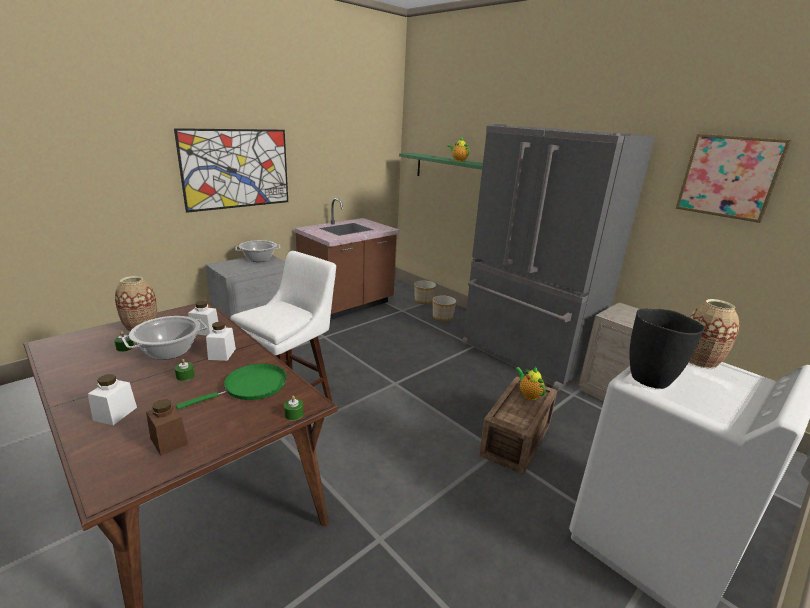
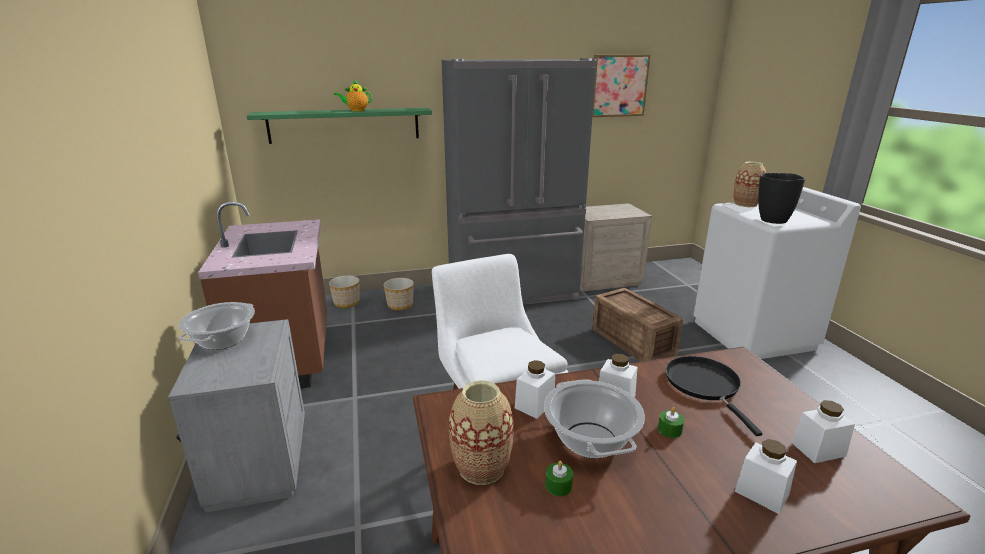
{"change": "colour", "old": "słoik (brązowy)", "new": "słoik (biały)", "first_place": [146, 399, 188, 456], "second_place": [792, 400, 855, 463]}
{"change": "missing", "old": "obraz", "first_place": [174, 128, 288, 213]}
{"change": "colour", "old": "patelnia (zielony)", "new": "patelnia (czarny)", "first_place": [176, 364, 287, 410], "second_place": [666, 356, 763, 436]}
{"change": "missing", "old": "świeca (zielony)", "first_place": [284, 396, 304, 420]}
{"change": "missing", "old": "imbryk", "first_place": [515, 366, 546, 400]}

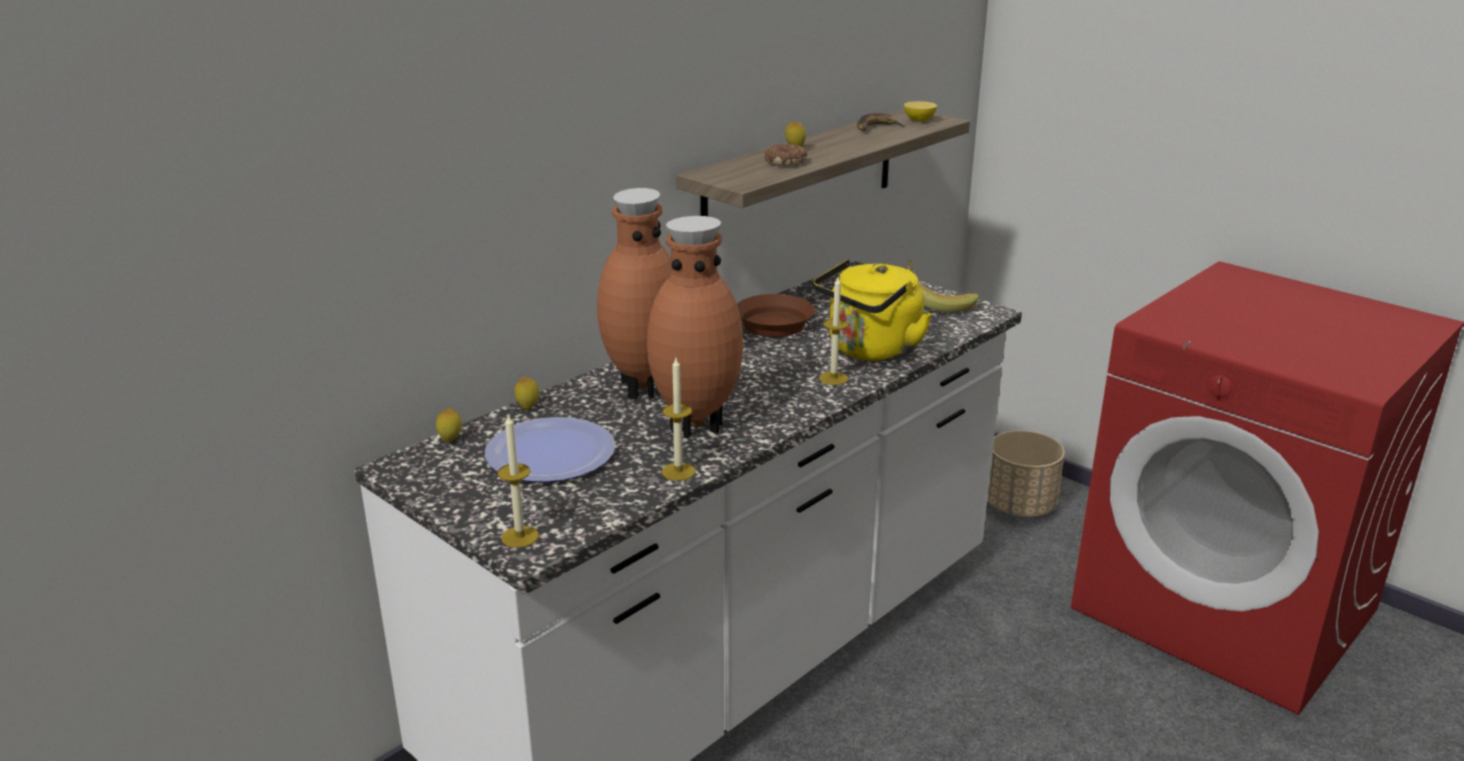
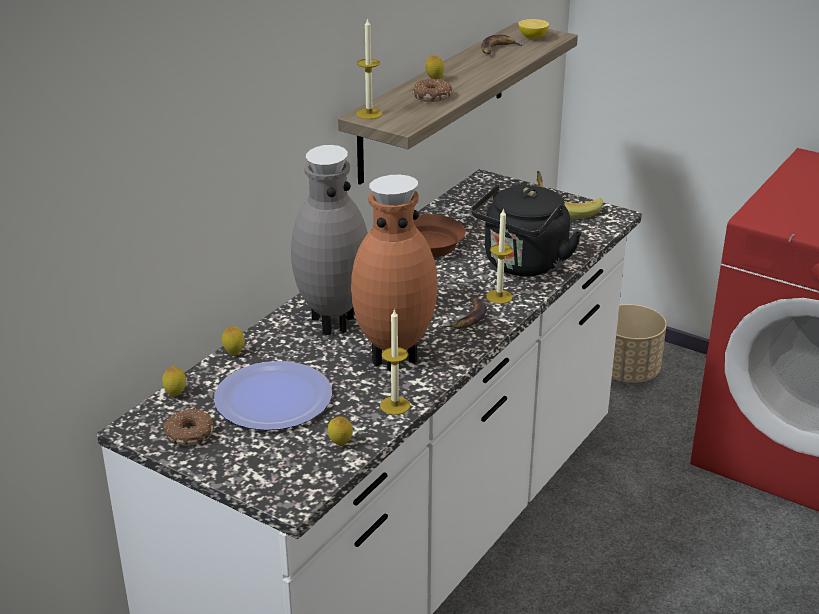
{"change": "relocated", "old": "świeca", "first_place": [497, 413, 539, 548], "second_place": [356, 17, 382, 119]}
{"change": "colour", "old": "wazon (brązowy)", "new": "wazon (szary)", "first_place": [597, 188, 671, 399], "second_place": [291, 145, 368, 335]}
{"change": "colour", "old": "czajnik (żółty)", "new": "czajnik (czarny)", "first_place": [813, 259, 932, 362], "second_place": [471, 184, 582, 276]}
{"change": "appeared", "new": "donut", "second_place": [163, 408, 215, 446]}
{"change": "appeared", "new": "cytryna", "second_place": [327, 417, 353, 446]}
{"change": "appeared", "new": "banan", "second_place": [440, 298, 487, 329]}

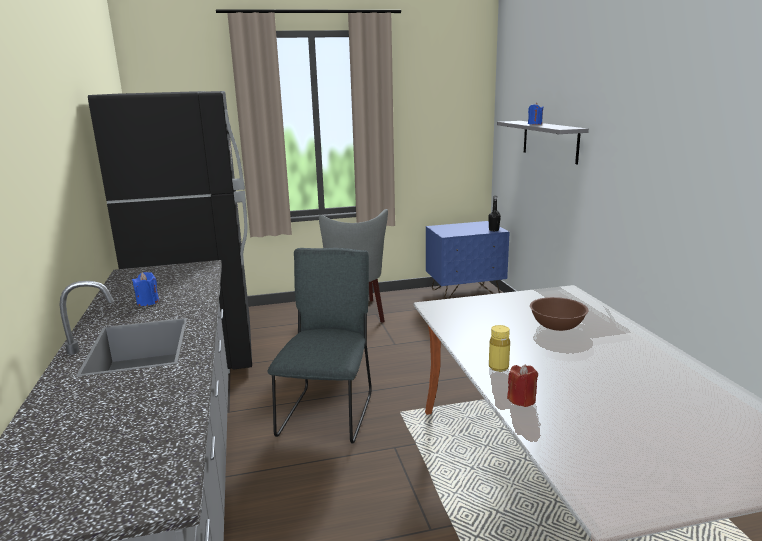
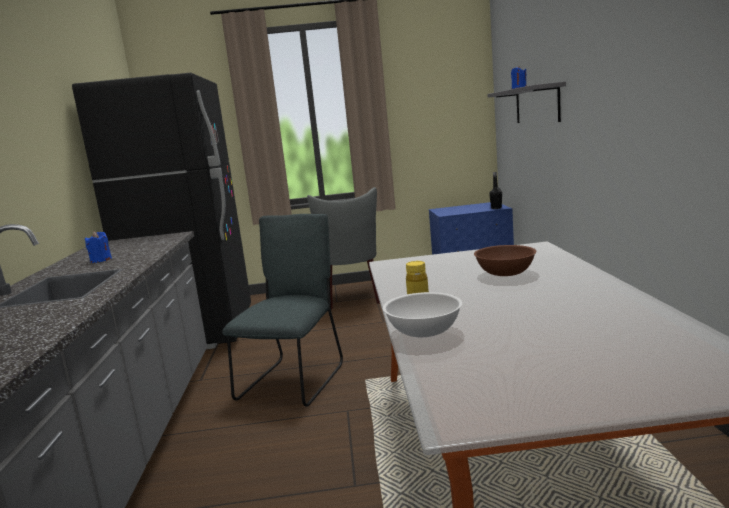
{"change": "exchanged", "old": "świeca (czerwony)", "new": "miska (biały)", "first_place": [507, 364, 538, 407], "second_place": [383, 292, 462, 337]}

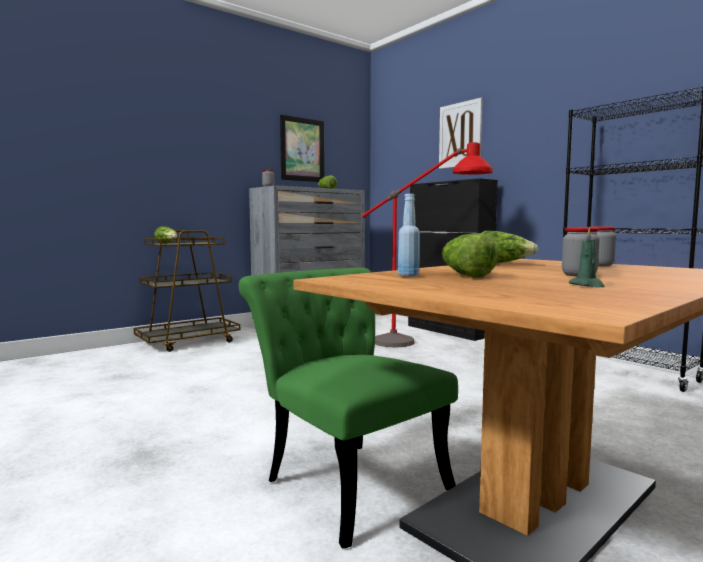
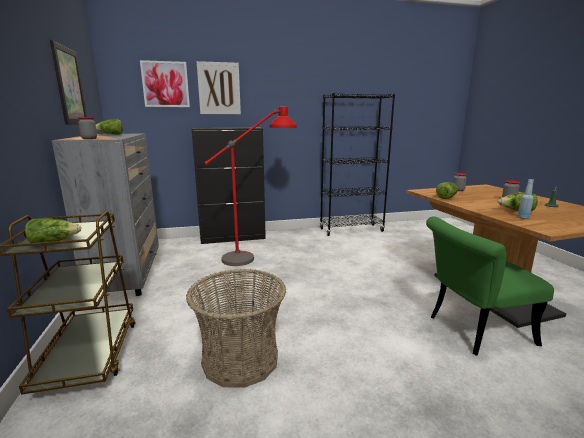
{"change": "appeared", "new": "obraz", "second_place": [140, 60, 190, 107]}
{"change": "appeared", "new": "koszyk", "second_place": [186, 269, 286, 388]}

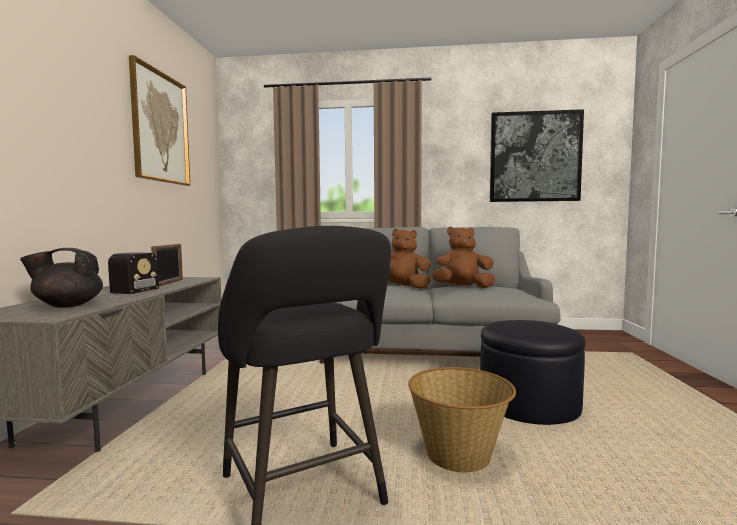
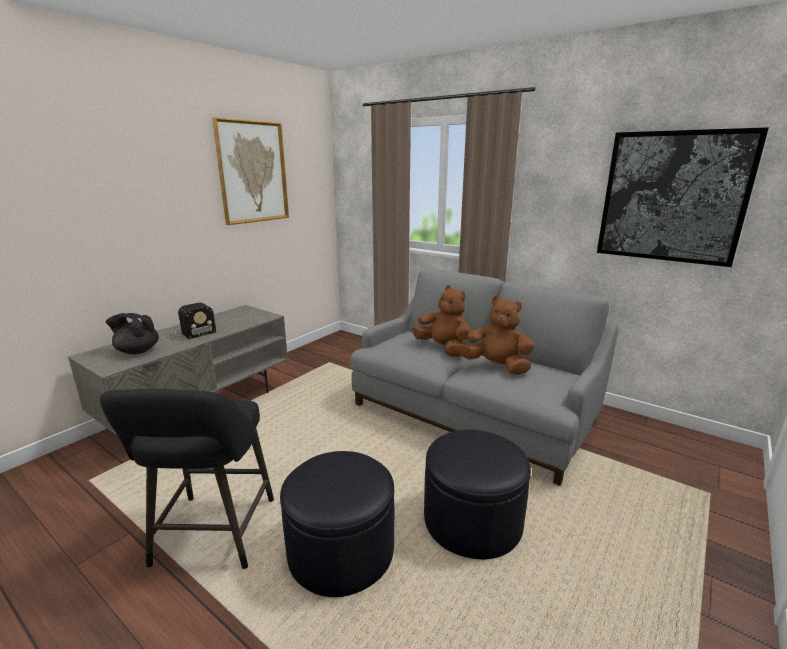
{"change": "missing", "old": "ramka na zdjęcie", "first_place": [151, 244, 183, 286]}
{"change": "exchanged", "old": "koszyk", "new": "pufa (czarny)", "first_place": [408, 367, 516, 472], "second_place": [280, 451, 394, 597]}

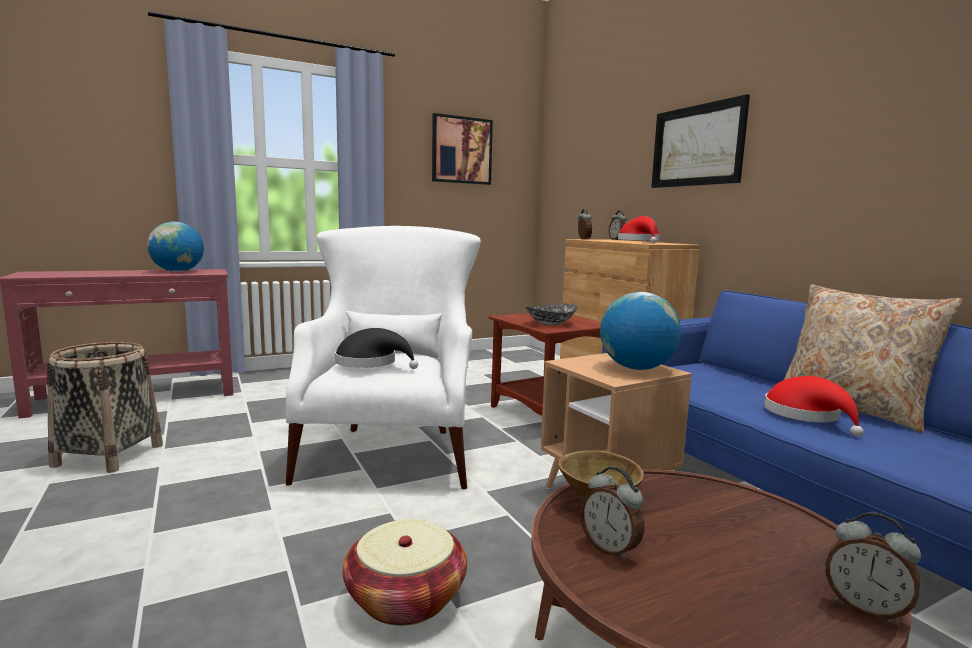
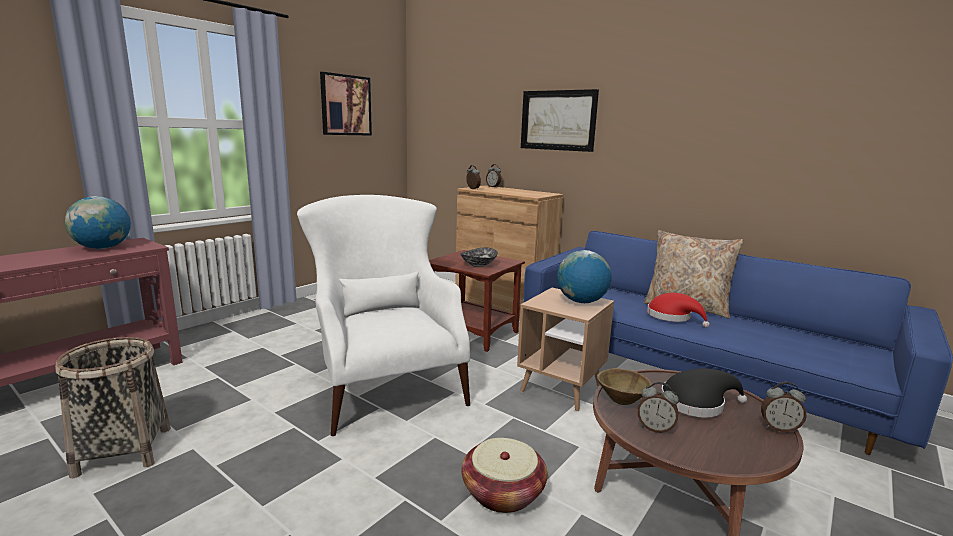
{"change": "relocated", "old": "kapelusz (czarny)", "first_place": [335, 328, 418, 369], "second_place": [661, 368, 747, 418]}
{"change": "missing", "old": "kapelusz (czerwony)", "first_place": [618, 216, 660, 243]}

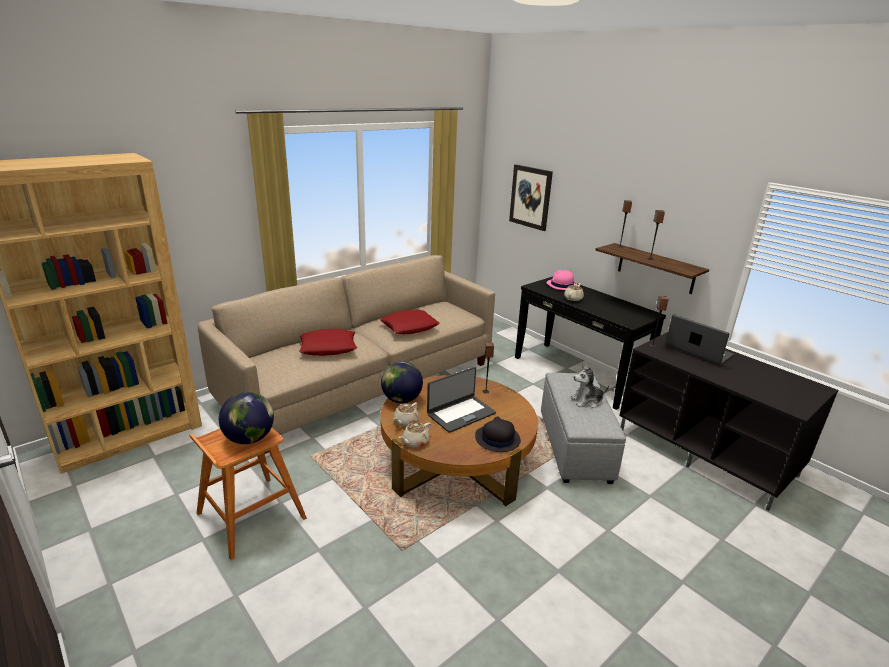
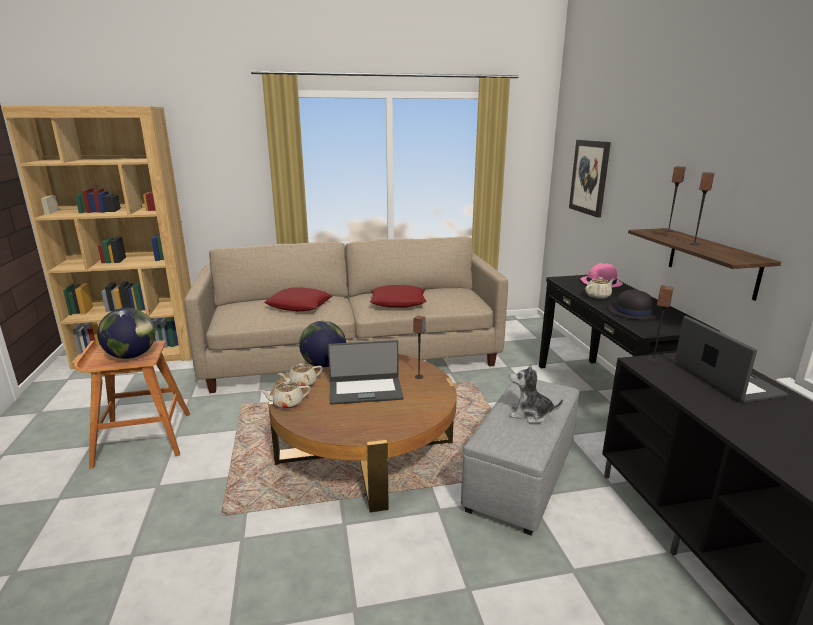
{"change": "relocated", "old": "kapelusz (czarny)", "first_place": [475, 416, 521, 452], "second_place": [608, 289, 659, 320]}

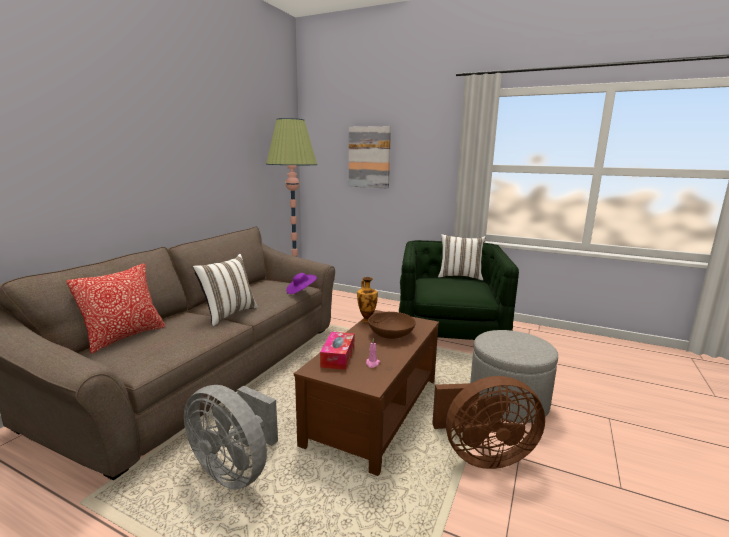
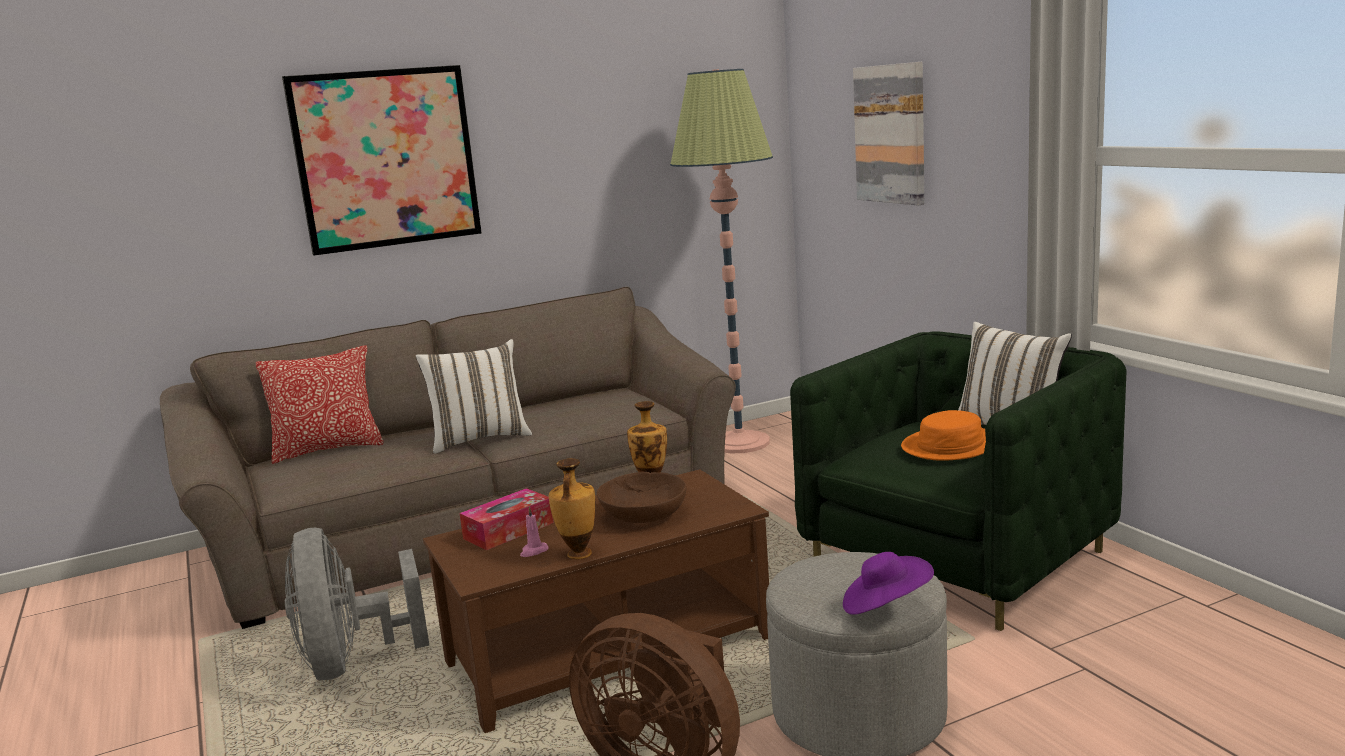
{"change": "relocated", "old": "kapelusz (fioletowy)", "first_place": [286, 273, 317, 294], "second_place": [843, 552, 934, 615]}
{"change": "appeared", "new": "obraz", "second_place": [282, 65, 482, 255]}
{"change": "appeared", "new": "wazon", "second_place": [549, 458, 596, 559]}
{"change": "appeared", "new": "kapelusz (pomarańczowy)", "second_place": [901, 410, 986, 461]}

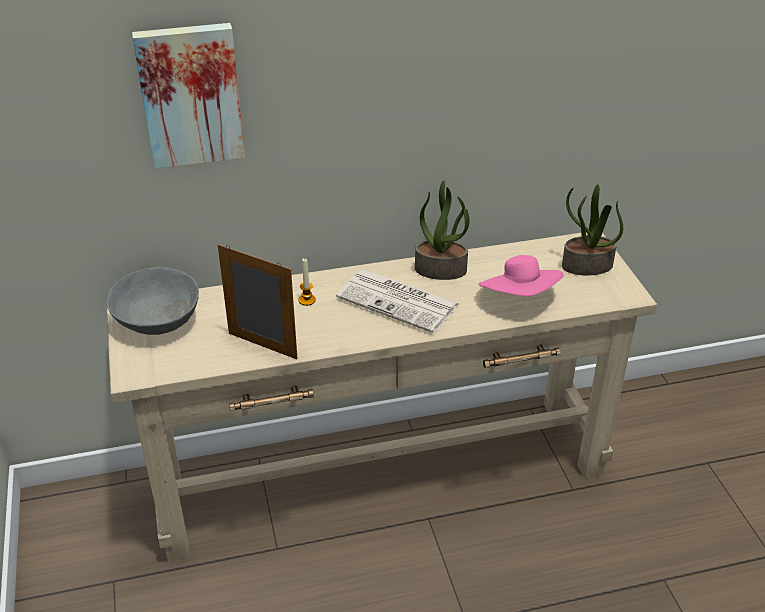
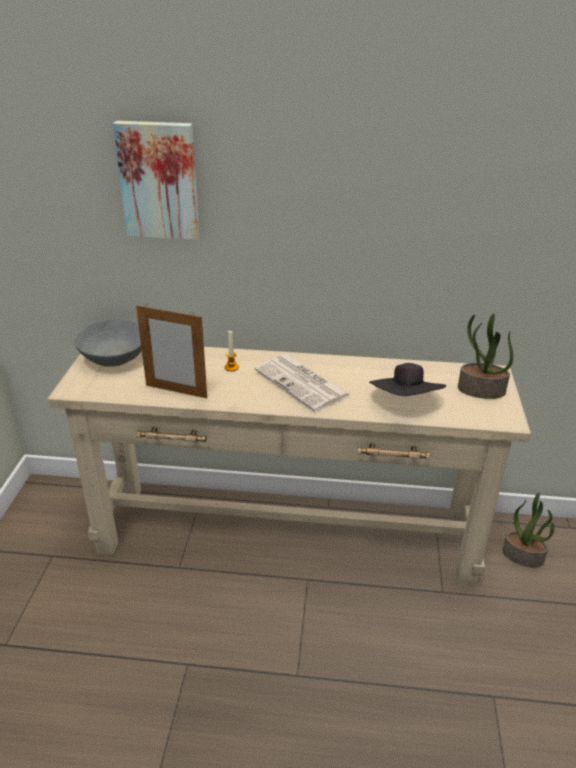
{"change": "spun", "old": "ramka na zdjęcie", "first_place": [218, 244, 298, 359], "second_place": [136, 304, 207, 398], "degrees": 150}
{"change": "relocated", "old": "roślina doniczkowa", "first_place": [415, 180, 469, 280], "second_place": [502, 492, 554, 568]}
{"change": "colour", "old": "kapelusz (różowy)", "new": "kapelusz (czarny)", "first_place": [479, 255, 564, 296], "second_place": [369, 363, 446, 396]}

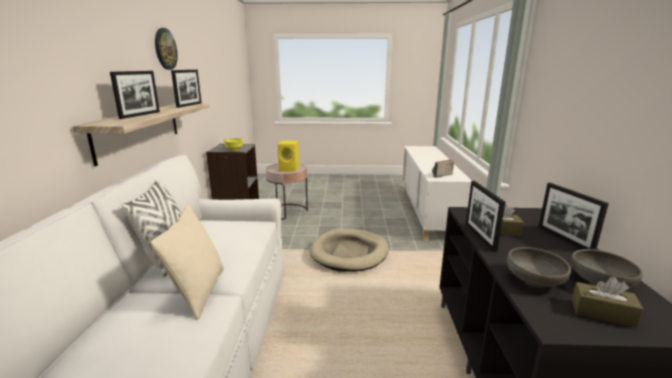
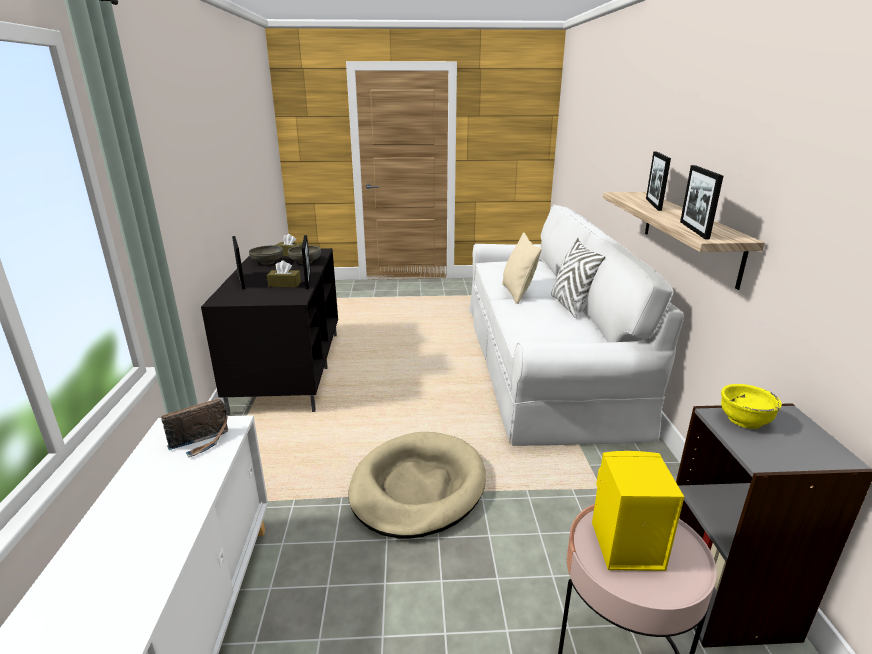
{"change": "missing", "old": "zegar ścienny", "first_place": [155, 28, 177, 70]}

